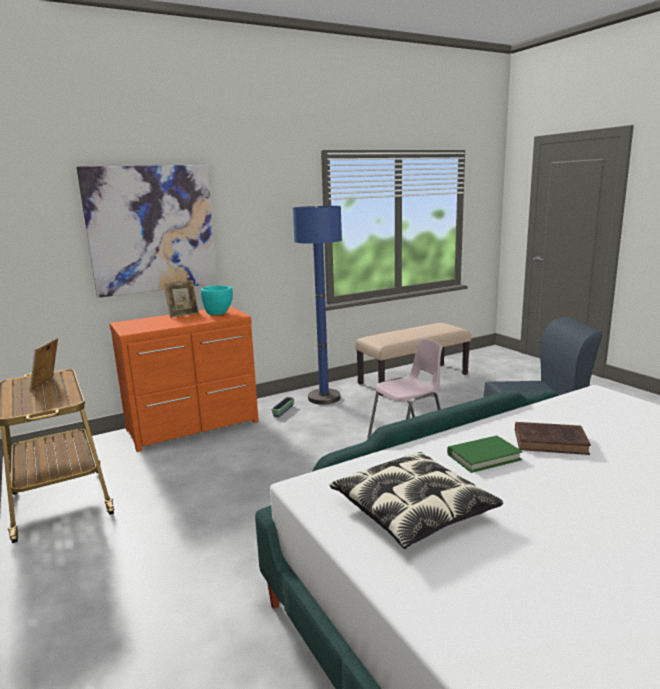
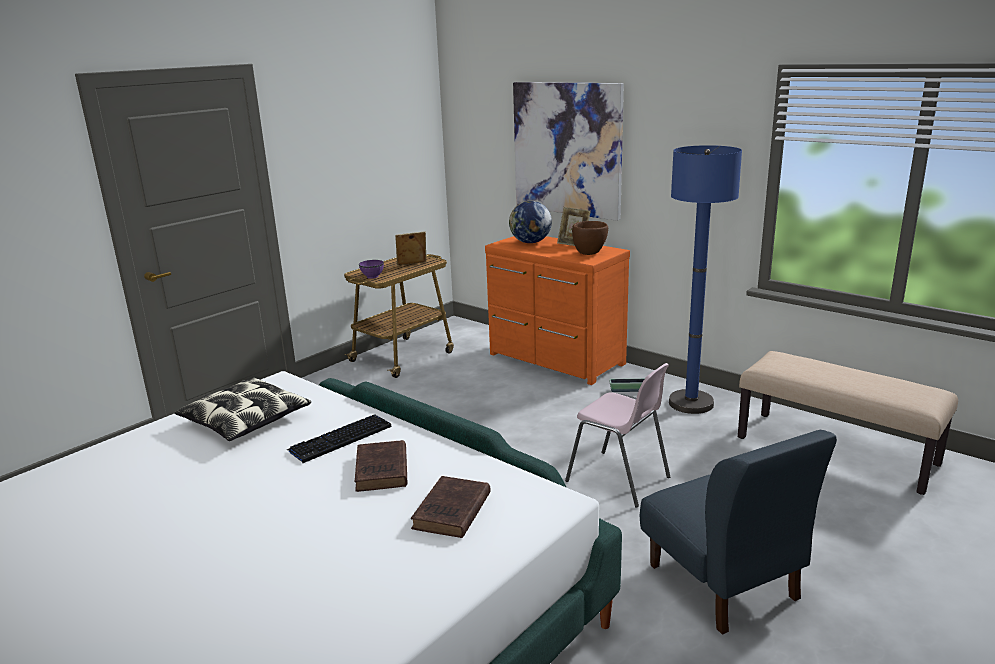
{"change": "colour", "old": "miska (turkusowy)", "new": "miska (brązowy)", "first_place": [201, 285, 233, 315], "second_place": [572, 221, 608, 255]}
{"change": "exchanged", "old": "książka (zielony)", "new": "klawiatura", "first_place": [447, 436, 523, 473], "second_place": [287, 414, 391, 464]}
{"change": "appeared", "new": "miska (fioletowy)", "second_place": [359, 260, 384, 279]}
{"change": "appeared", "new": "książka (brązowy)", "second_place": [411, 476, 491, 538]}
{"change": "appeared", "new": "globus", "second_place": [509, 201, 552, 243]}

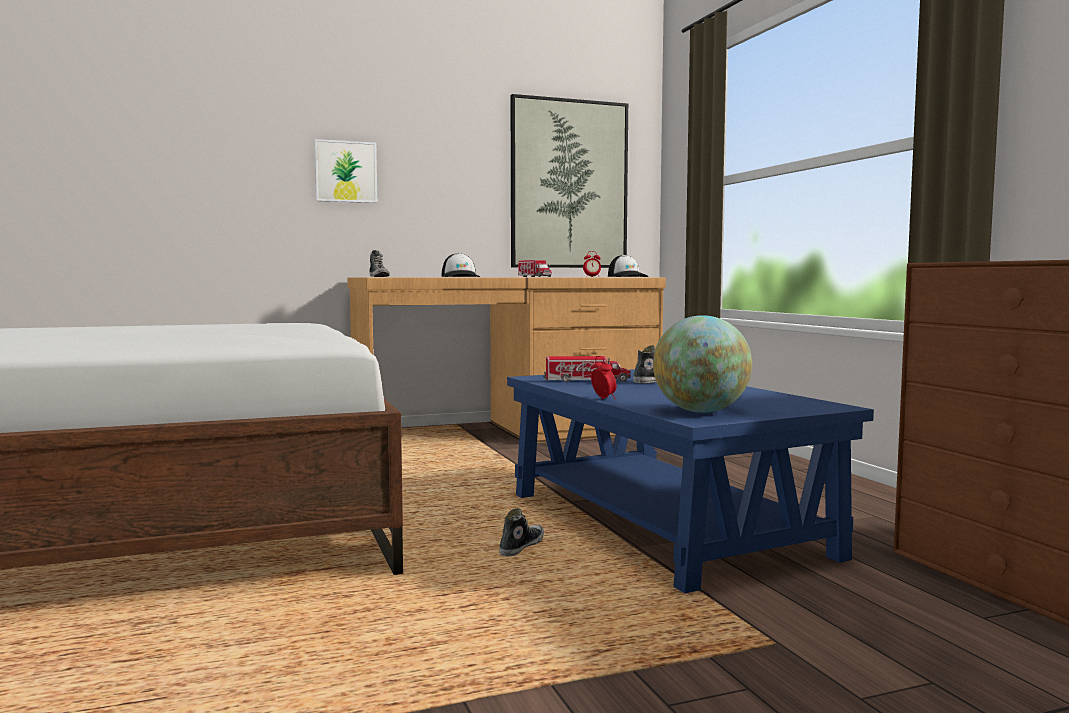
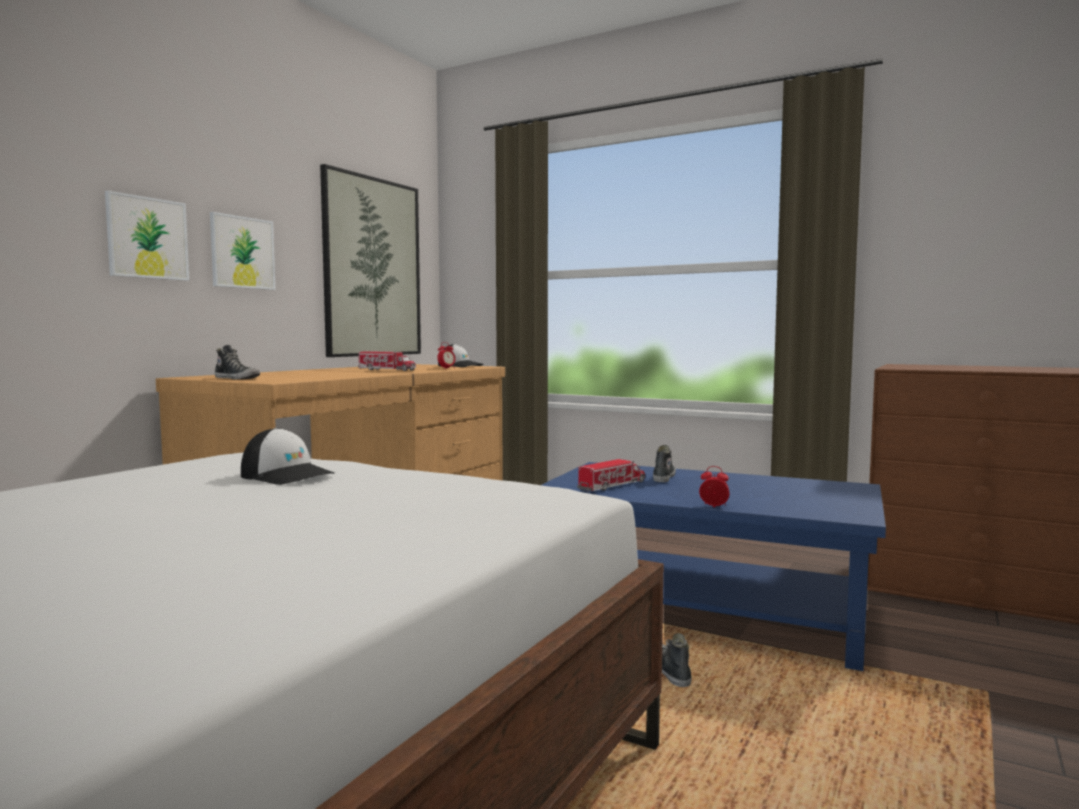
{"change": "relocated", "old": "czapka z daszkiem", "first_place": [442, 253, 480, 277], "second_place": [241, 428, 335, 485]}
{"change": "missing", "old": "globus", "first_place": [653, 315, 752, 413]}
{"change": "appeared", "new": "obraz", "second_place": [210, 212, 276, 290]}

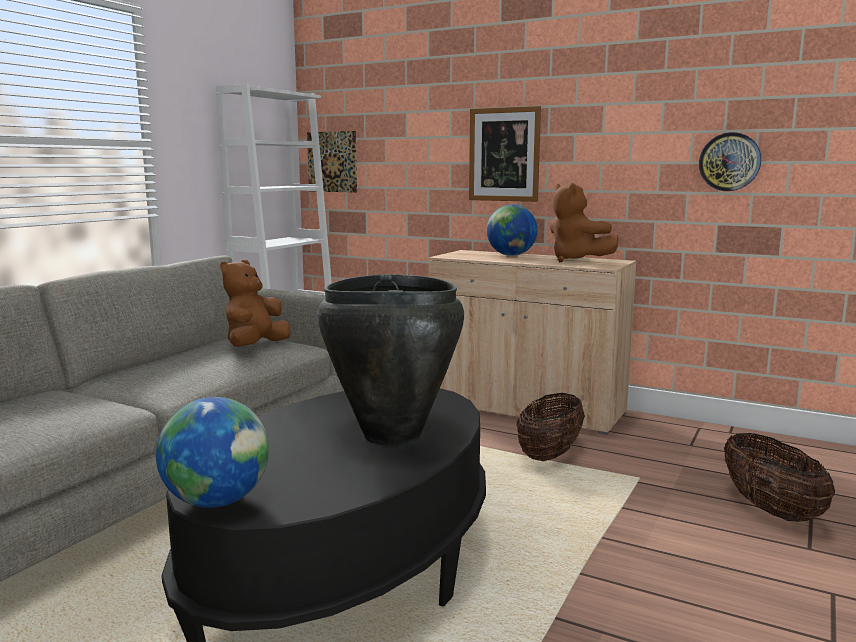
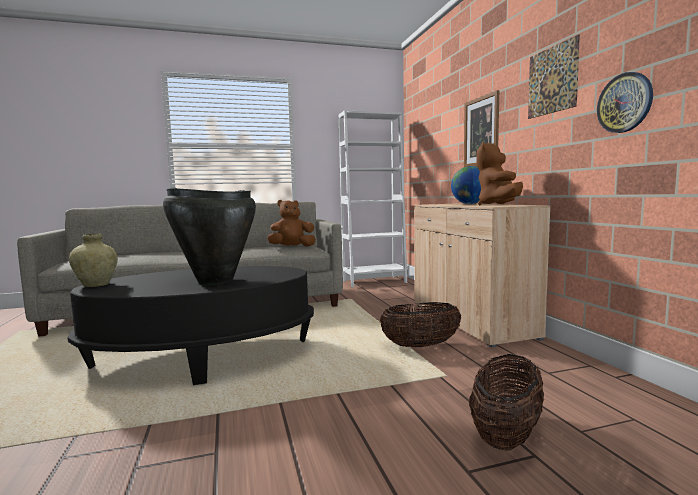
{"change": "exchanged", "old": "globus", "new": "wazon (beżowy)", "first_place": [156, 397, 269, 508], "second_place": [69, 234, 118, 287]}
{"change": "relocated", "old": "obraz", "first_place": [307, 131, 357, 193], "second_place": [528, 35, 580, 119]}

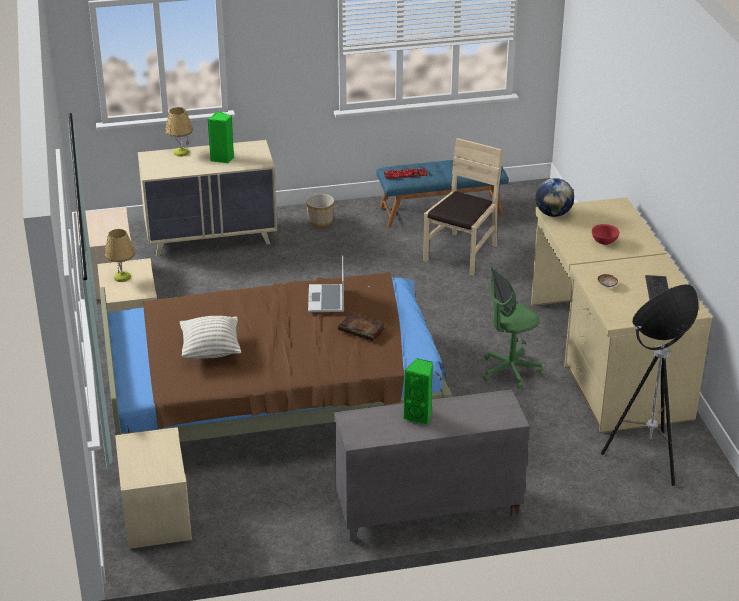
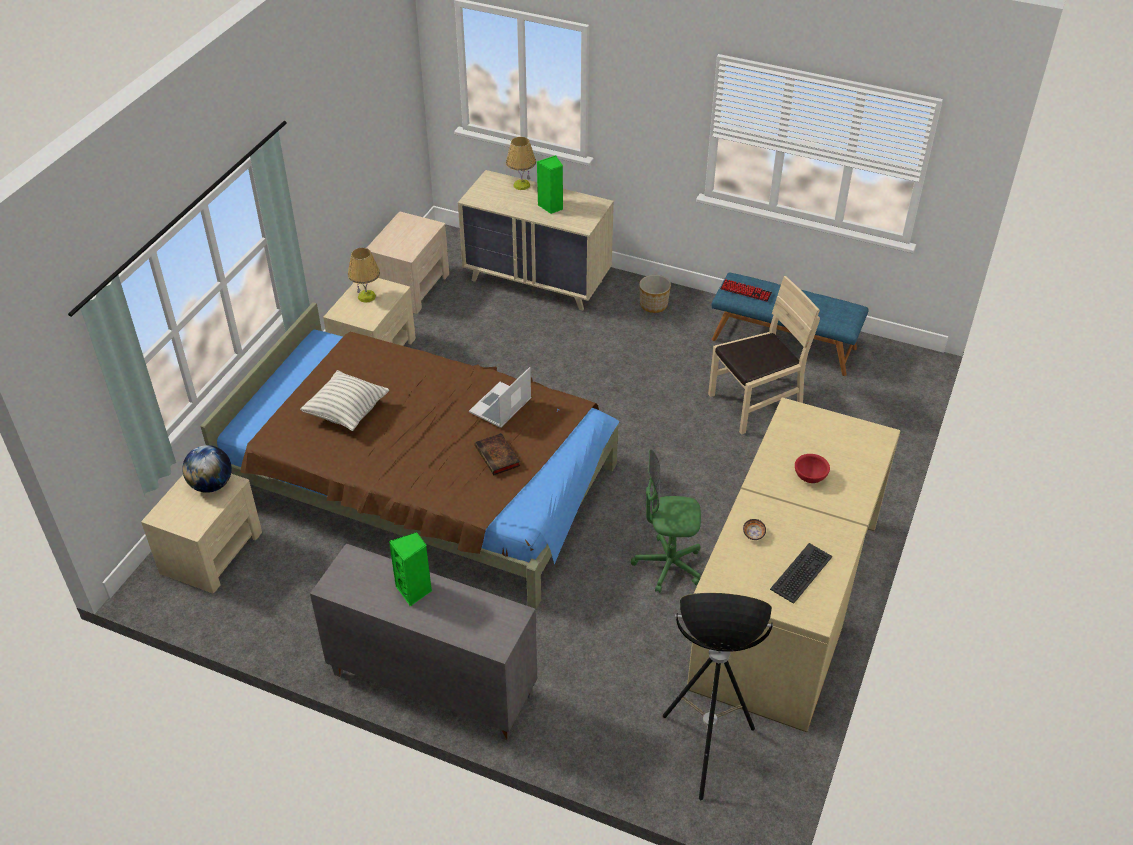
{"change": "relocated", "old": "globus", "first_place": [535, 178, 574, 217], "second_place": [182, 445, 232, 493]}

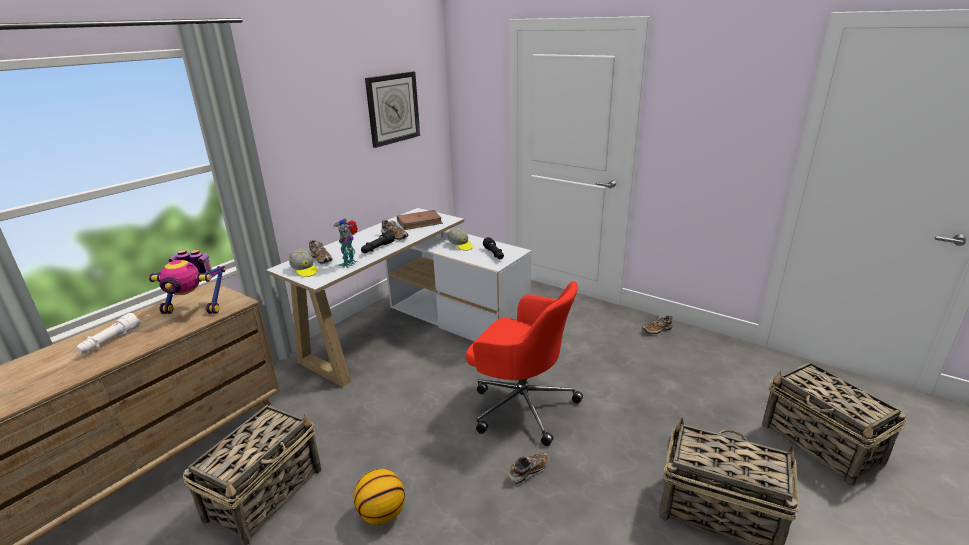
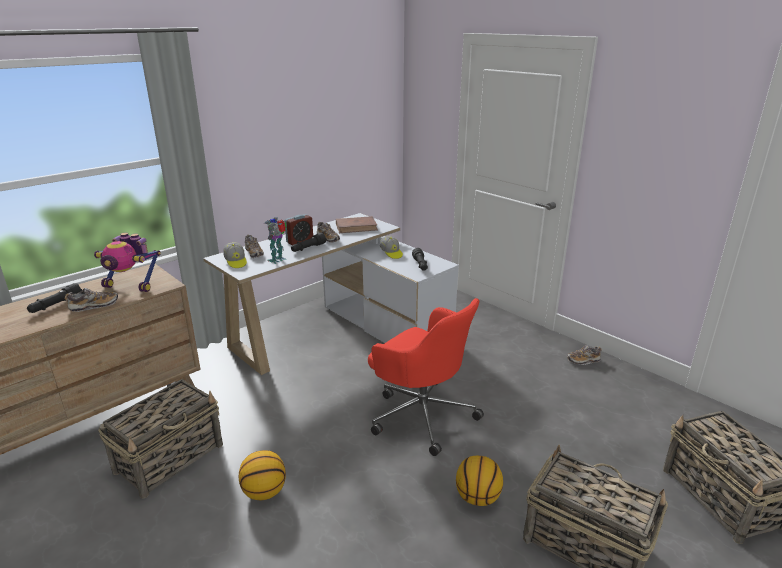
{"change": "colour", "old": "latarka (biały)", "new": "latarka (czarny)", "first_place": [76, 313, 140, 353], "second_place": [27, 283, 82, 313]}
{"change": "missing", "old": "zegar ścienny", "first_place": [365, 72, 420, 148]}
{"change": "relocated", "old": "but", "first_place": [508, 453, 549, 484], "second_place": [65, 288, 118, 312]}
{"change": "appeared", "new": "budzik", "second_place": [284, 214, 313, 245]}
{"change": "appeared", "new": "piłka do koszykówki", "second_place": [456, 456, 503, 506]}

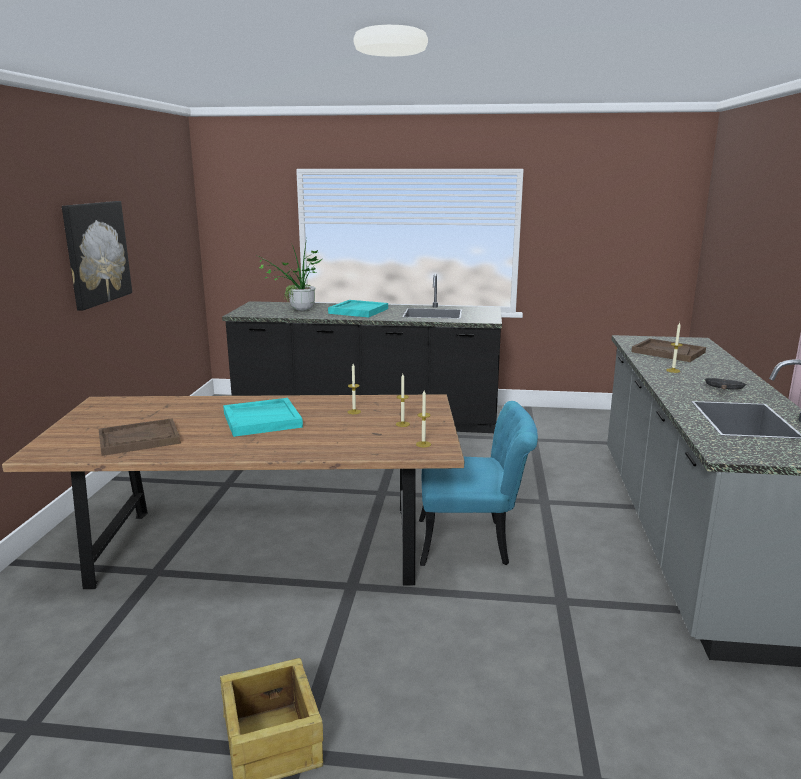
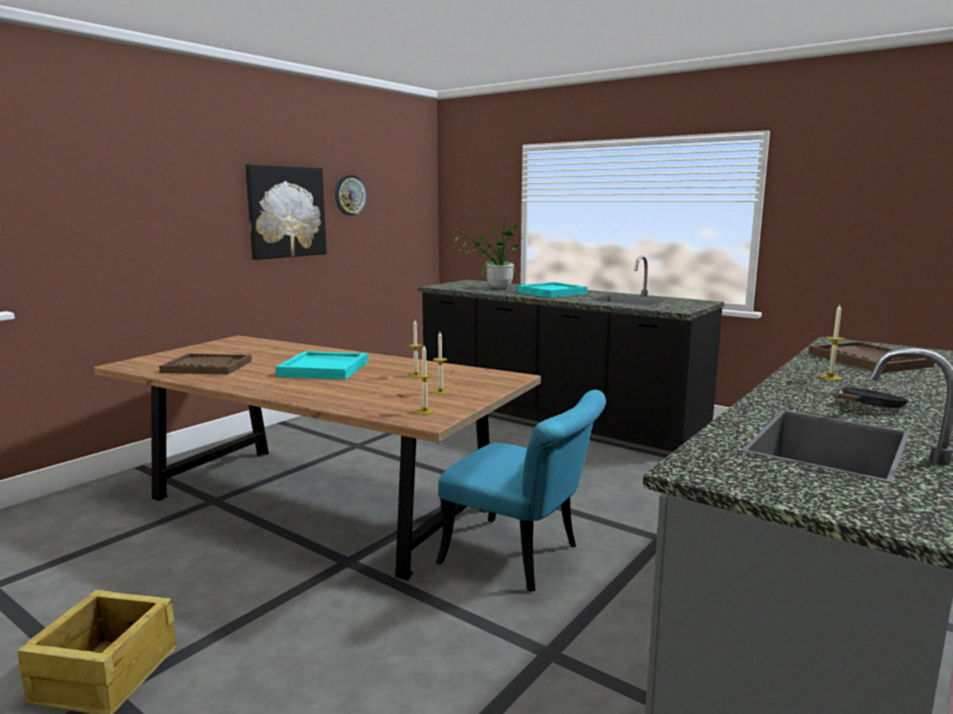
{"change": "appeared", "new": "zegar ścienny", "second_place": [335, 175, 367, 216]}

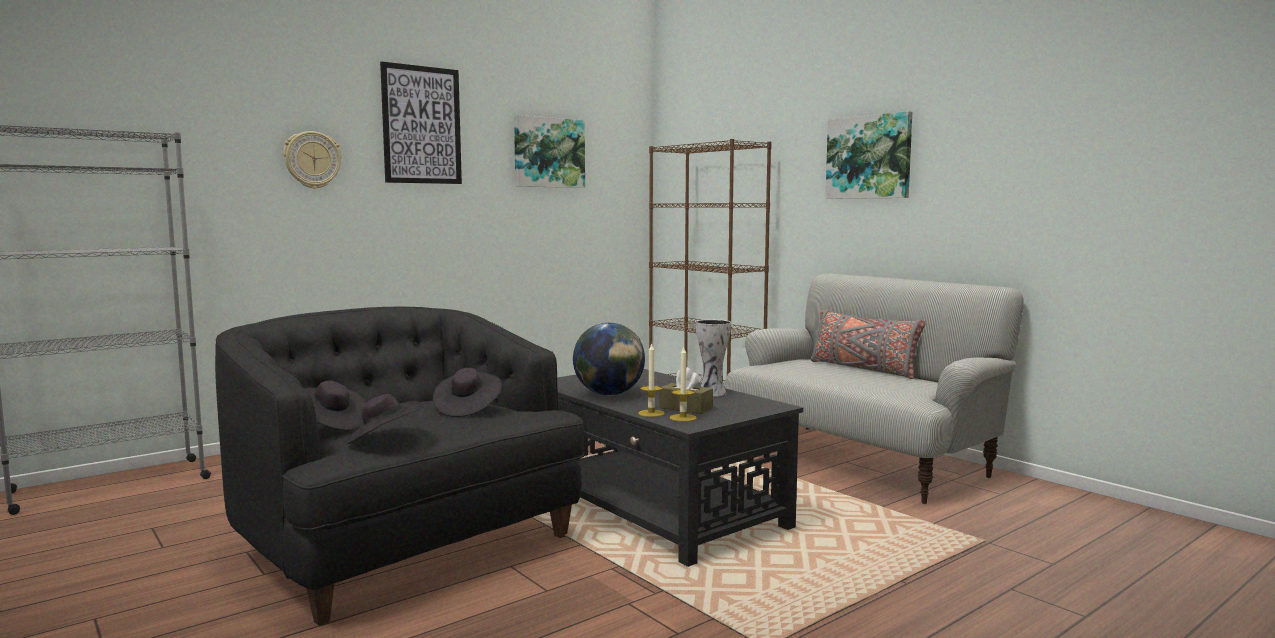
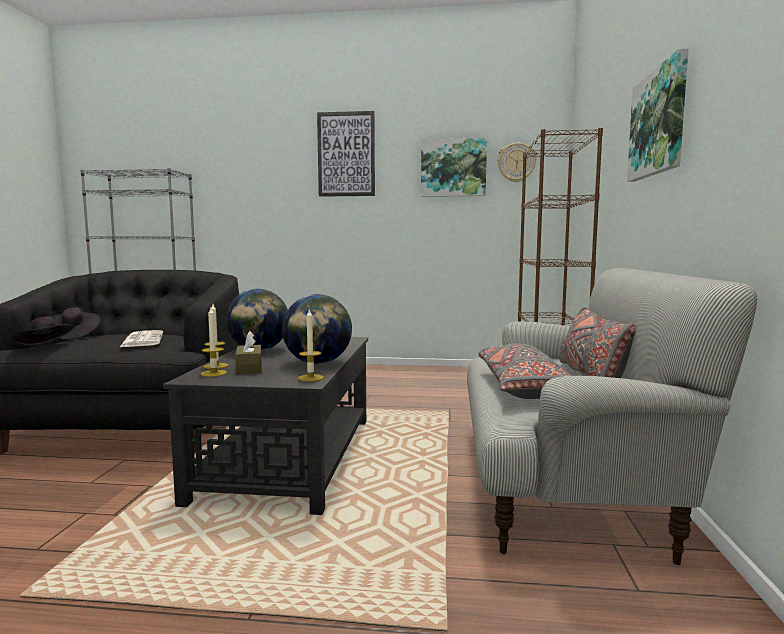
{"change": "relocated", "old": "zegar ścienny", "first_place": [283, 131, 342, 189], "second_place": [497, 143, 537, 183]}
{"change": "exchanged", "old": "kapelusz (czarny)", "new": "gazeta", "first_place": [433, 368, 502, 417], "second_place": [119, 330, 163, 348]}
{"change": "exchanged", "old": "wazon", "new": "globus", "first_place": [695, 319, 731, 397], "second_place": [282, 294, 352, 364]}
{"change": "appeared", "new": "świeca", "second_place": [298, 308, 324, 382]}
{"change": "appeared", "new": "poduszka (szary)", "second_place": [478, 343, 571, 399]}

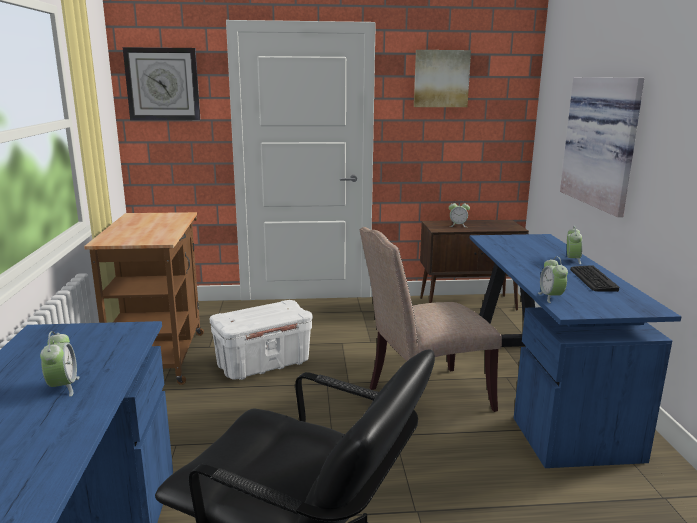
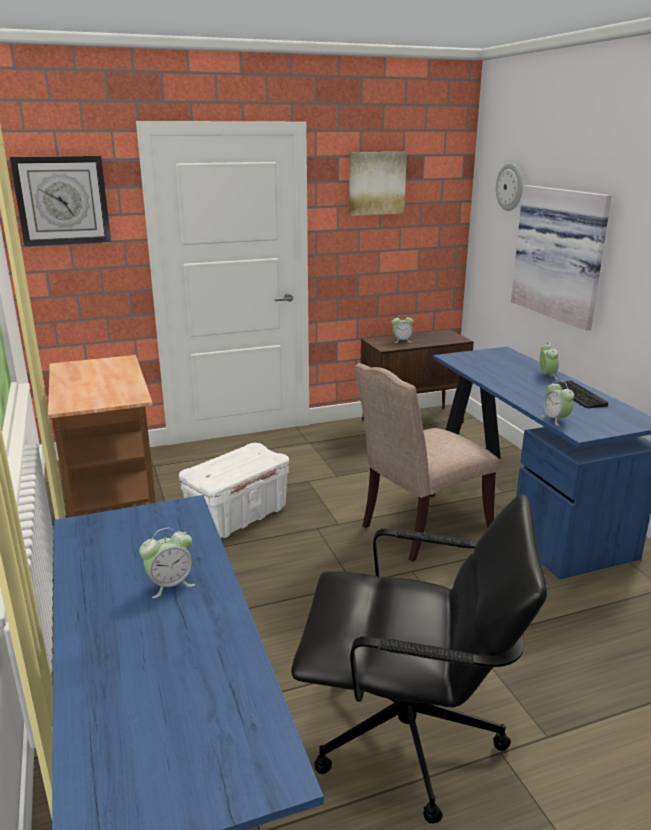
{"change": "spun", "old": "budzik", "first_place": [40, 331, 80, 397], "second_place": [139, 528, 195, 598], "degrees": 90}
{"change": "appeared", "new": "zegar ścienny", "second_place": [496, 163, 523, 211]}

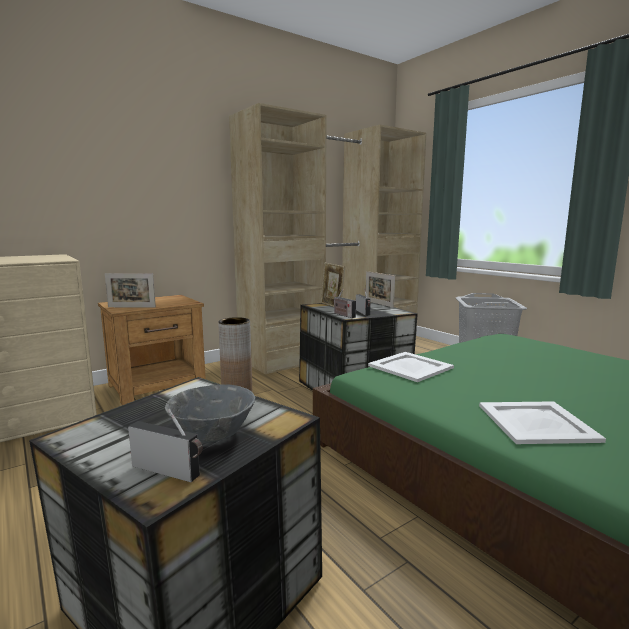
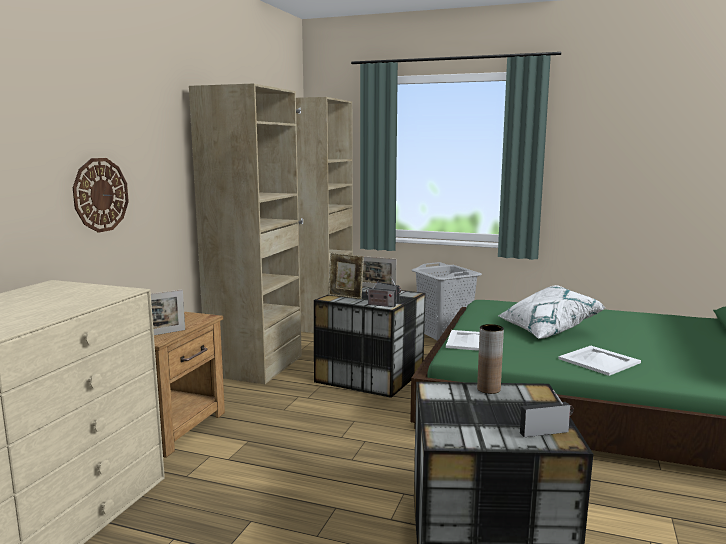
{"change": "missing", "old": "miska (szary)", "first_place": [165, 384, 255, 443]}
{"change": "appeared", "new": "zegar ścienny", "second_place": [73, 158, 129, 233]}
{"change": "appeared", "new": "poduszka (biały)", "second_place": [499, 285, 605, 339]}

